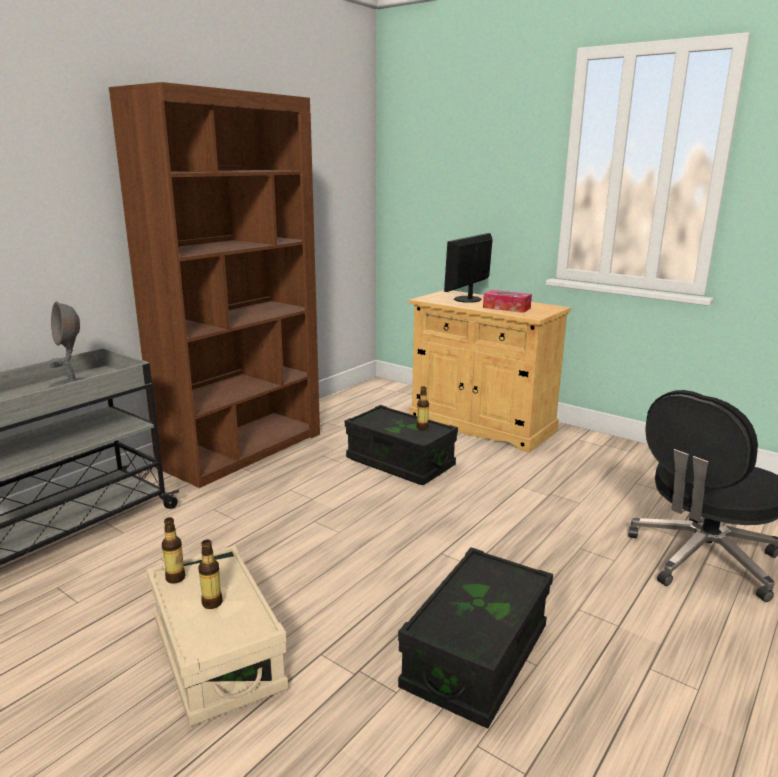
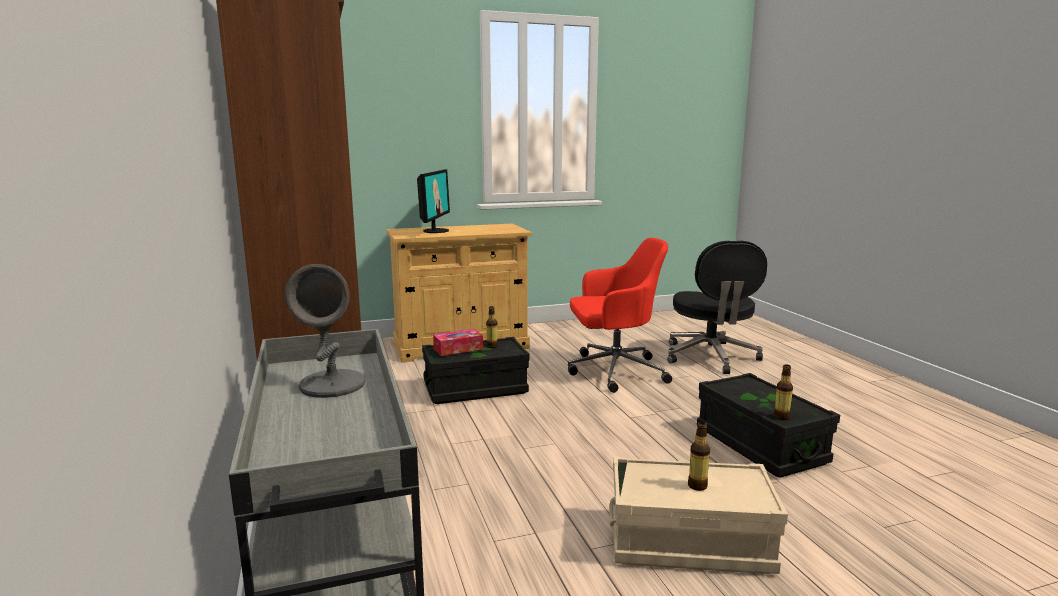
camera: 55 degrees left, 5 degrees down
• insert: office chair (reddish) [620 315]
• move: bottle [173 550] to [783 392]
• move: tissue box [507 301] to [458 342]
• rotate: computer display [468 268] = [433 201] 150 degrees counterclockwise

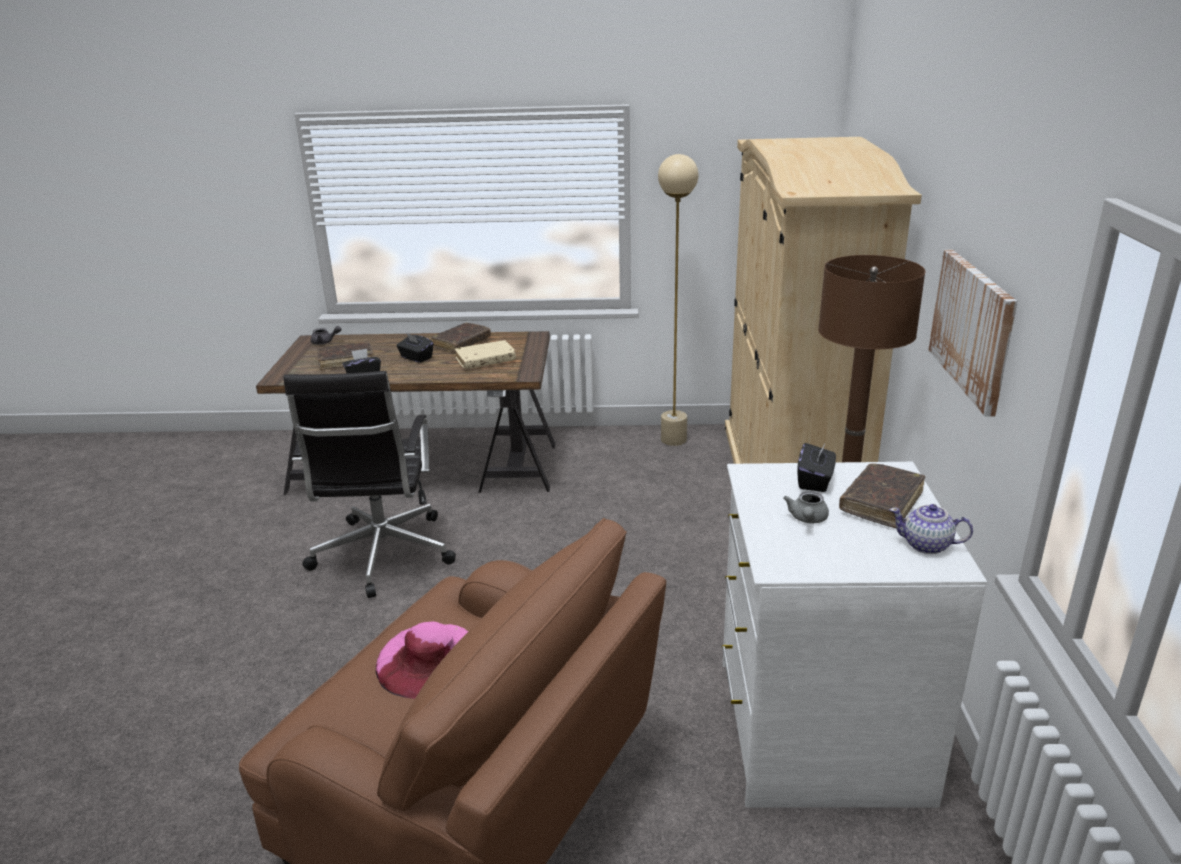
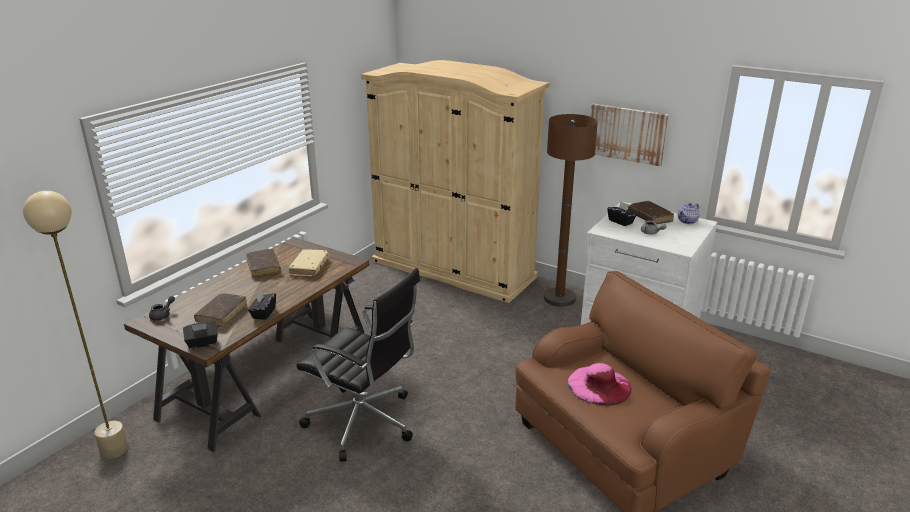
camera: 60 degrees left, 0 degrees up
• move: tissue box (black) [415 348] to [200 335]
• move: floor lamp (beige) [678 300] to [75 325]

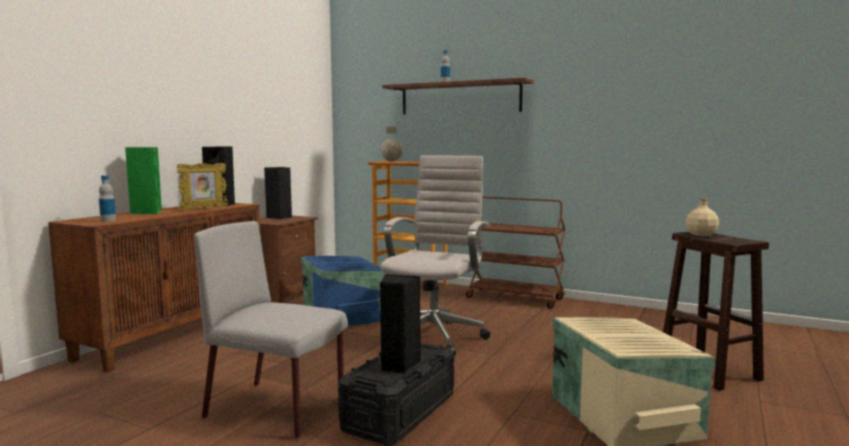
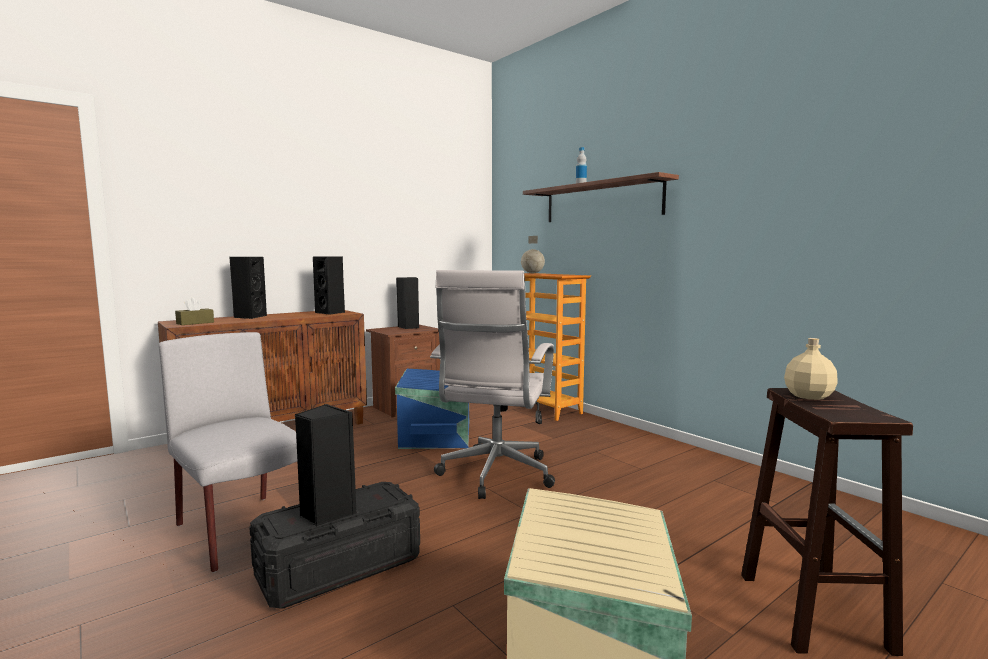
camera: 25 degrees right, 0 degrees up
• delete: standing frame [202 186]
• delete: cart (brown) [516 253]
• replace: bottle [107 198] to tissue box (brown) [194 311]
• recolor: audio speaker (green) [143 180] to audio speaker (black) [248 288]
• rotate: office chair (whitish) [435 255] = [492 384] 150 degrees clockwise

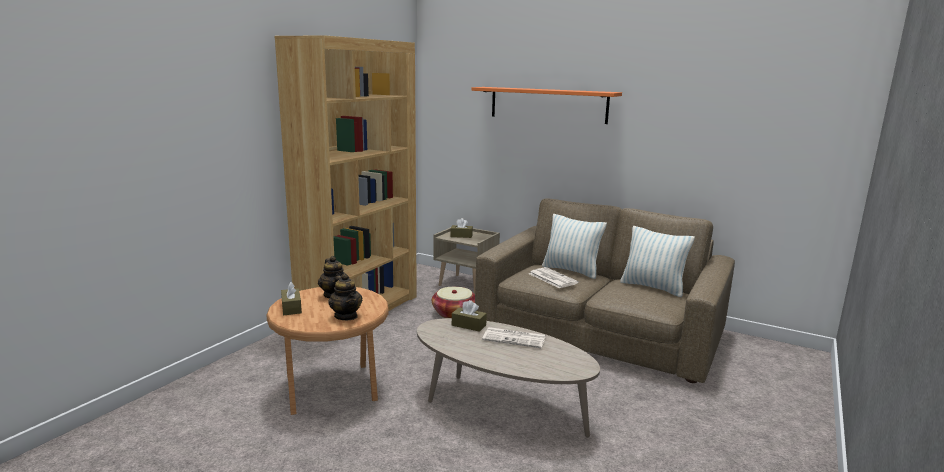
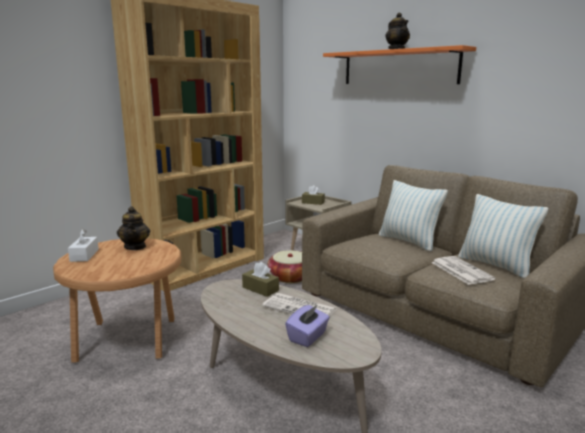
camera: 15 degrees right, 0 degrees up
• insert: tissue box (purplish) [307 325]
• move: tea pot [345 296] to [397 31]
• move: daily paper [554 278] to [463 270]
• recolor: tissue box (brown) [291 298] to tissue box (whitish) [83 245]

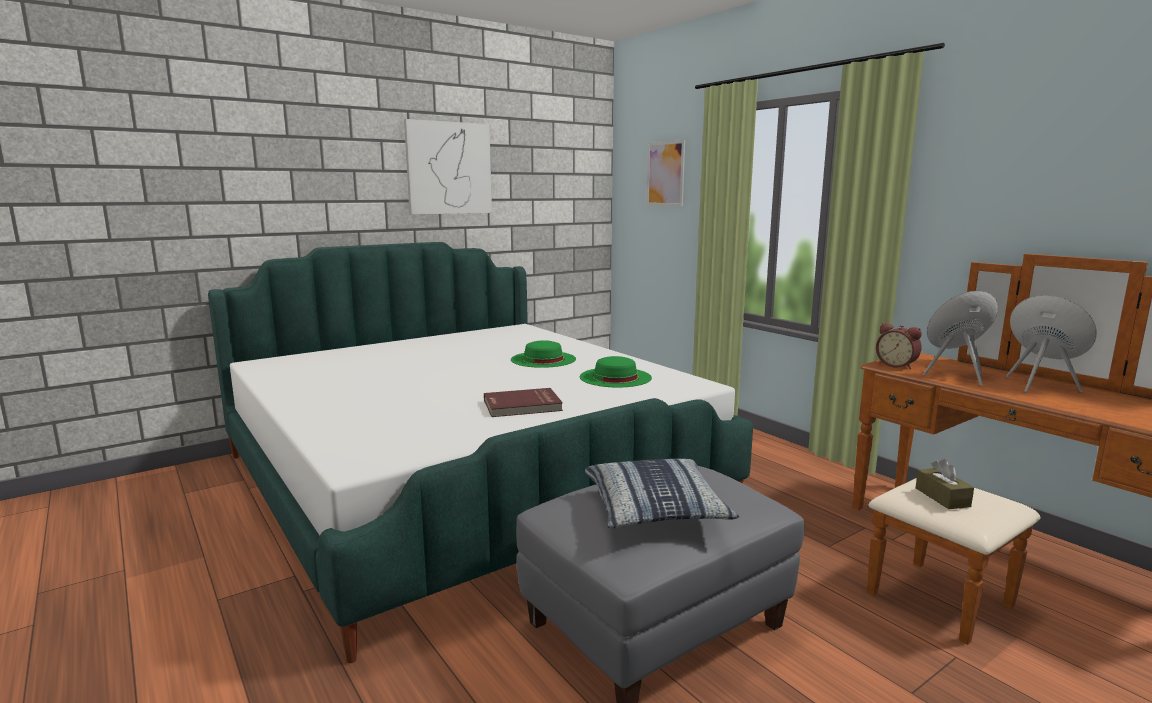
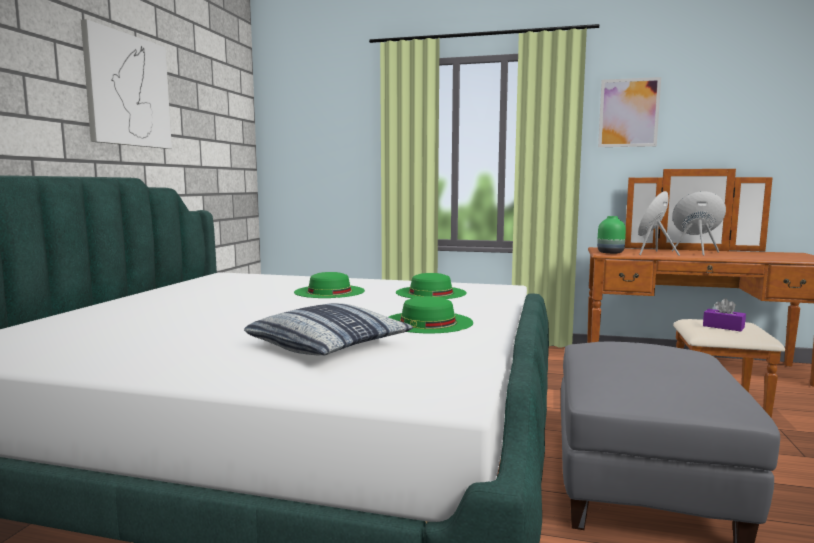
camera: 40 degrees left, 5 degrees down
• move: cushion [662 493] to [328 329]
• move: wall picture [665 173] to [629 112]
• replace: bound book (reddish) [523 402] to wearable hat (green) [431 314]
• replace: bedside clock [899 346] to flower vase (green) [611 235]
• recolor: tissue box (brown) [945 484] to tissue box (purplish) [724 314]

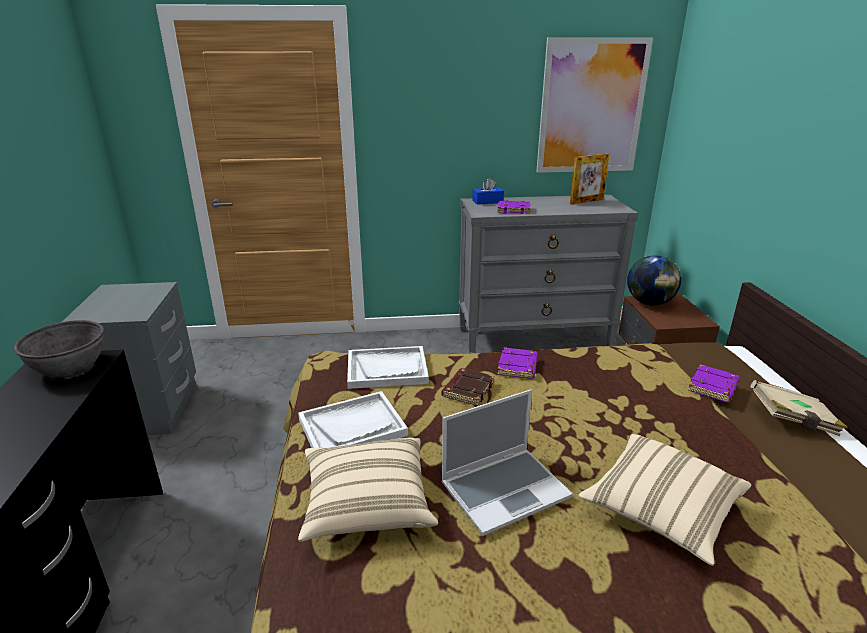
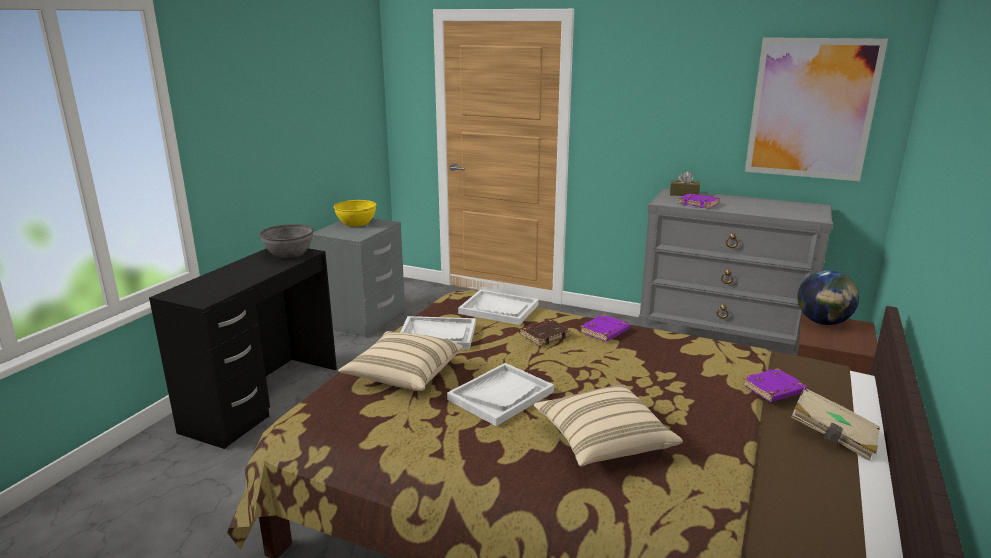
camera: 30 degrees right, 5 degrees down
• delete: standing frame [590 179]
• insert: deep dish (yellow-coloured) [355 213]
• replace: laptop [507 462] to serving tray (whitish) [500 394]
• recolor: tissue box (bluish) [488 191] to tissue box (brown) [685 183]

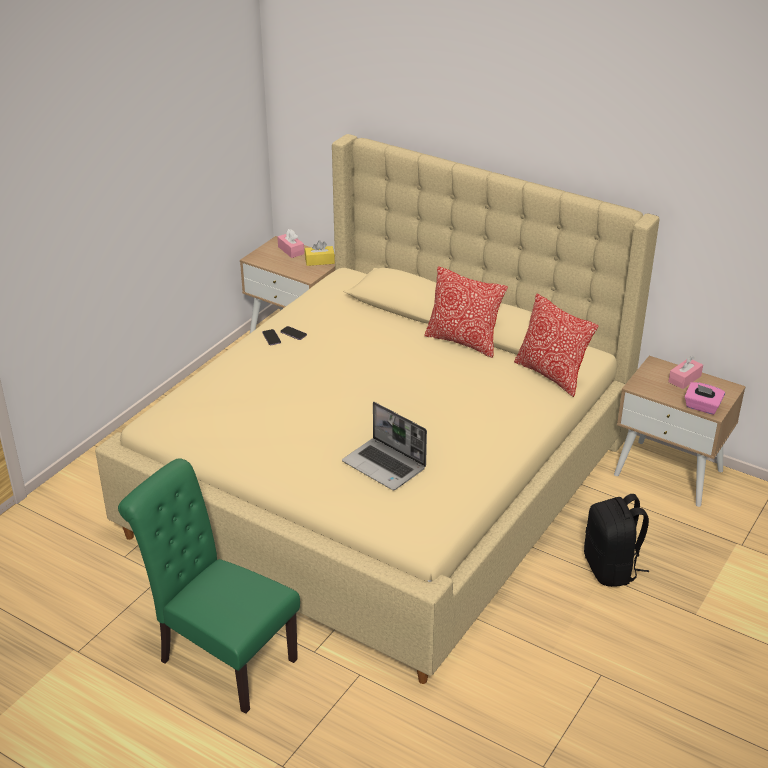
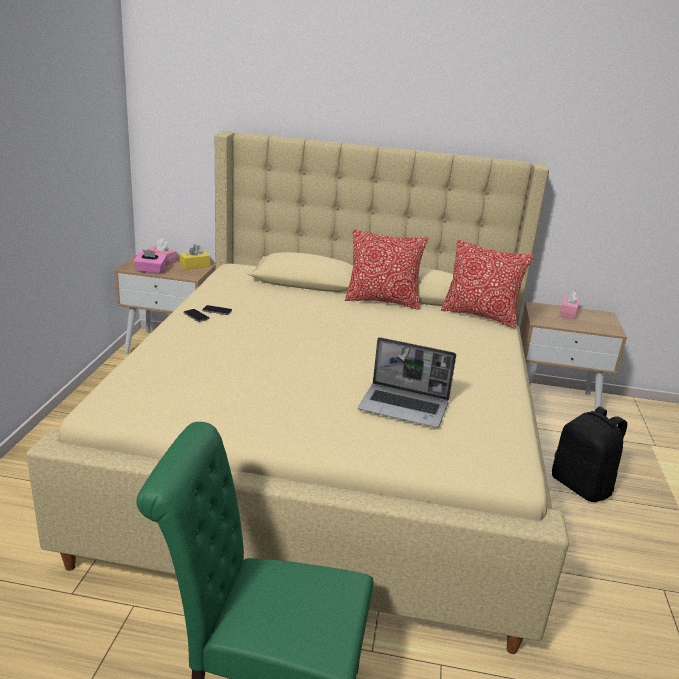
camera: 25 degrees left, 10 degrees down
• move: tissue box (pink) [704 398] to [150 262]

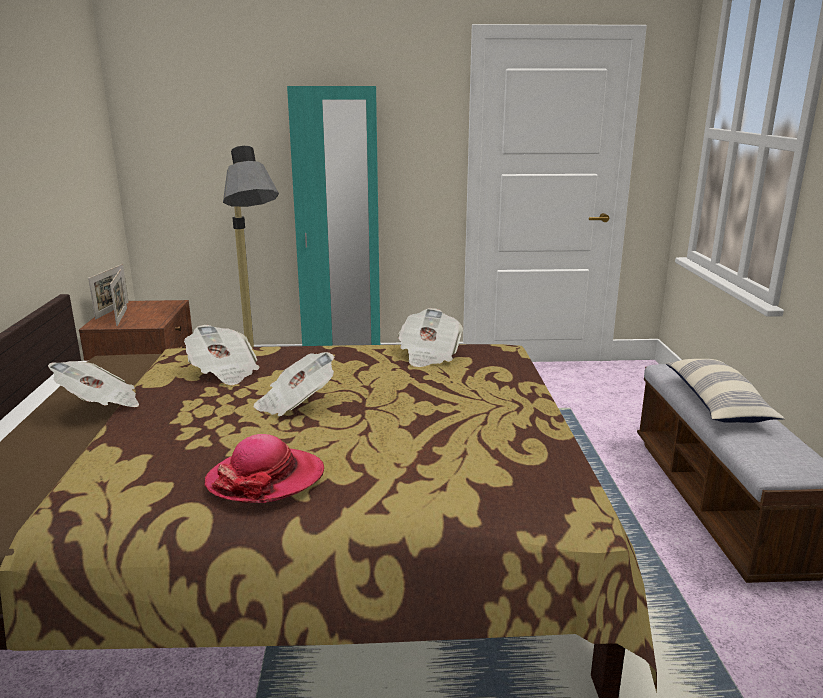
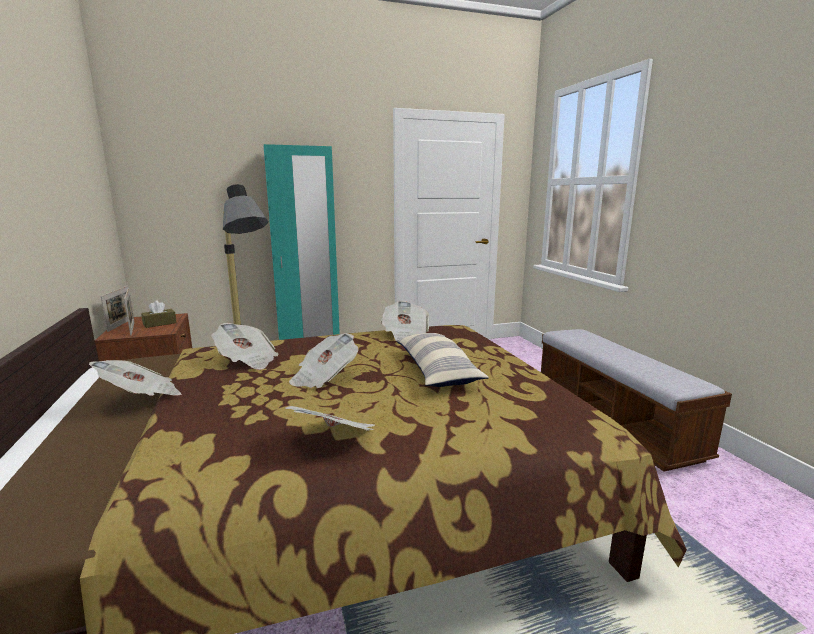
camera: 15 degrees left, 5 degrees down
• insert: tissue box (brown) [159 314]
• move: cushion [725 391] to [442 360]
• replace: wearable hat [264 468] to daily paper [330 418]

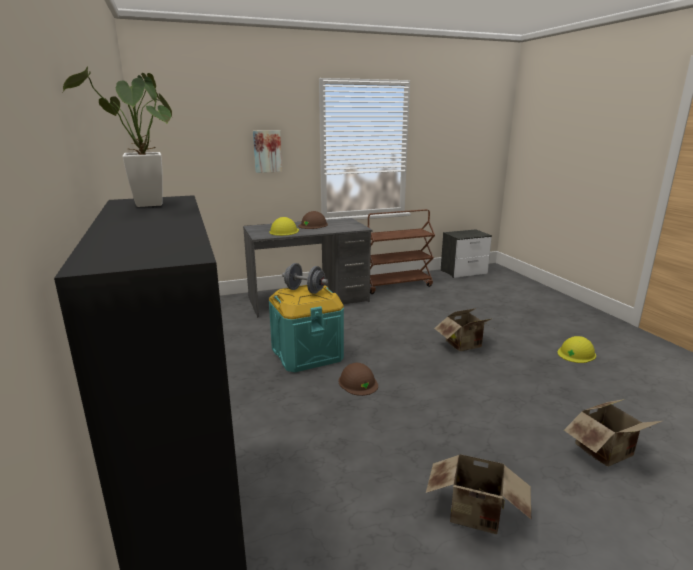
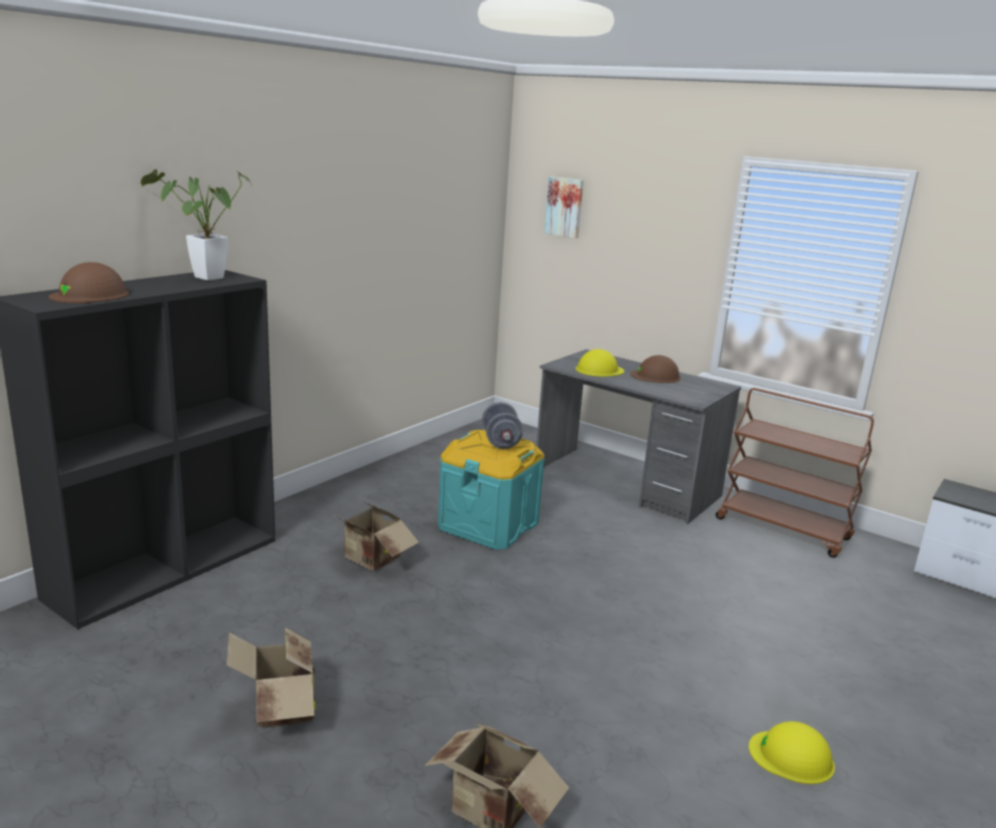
camera: 55 degrees right, 0 degrees up
• move: wall picture [267 151] to [564 207]
• move: hard hat (brown) [358 379] to [89 282]
• move: carton [465 329] to [375 536]

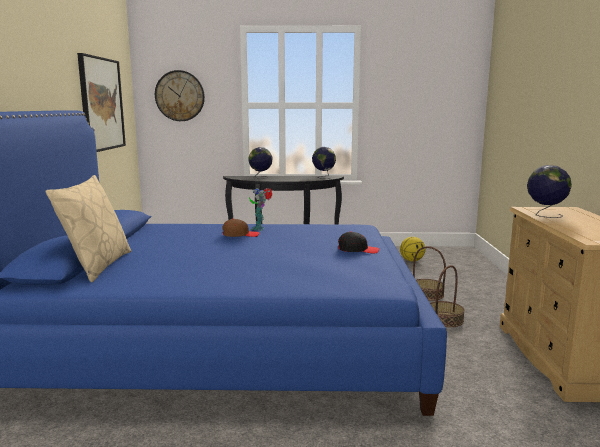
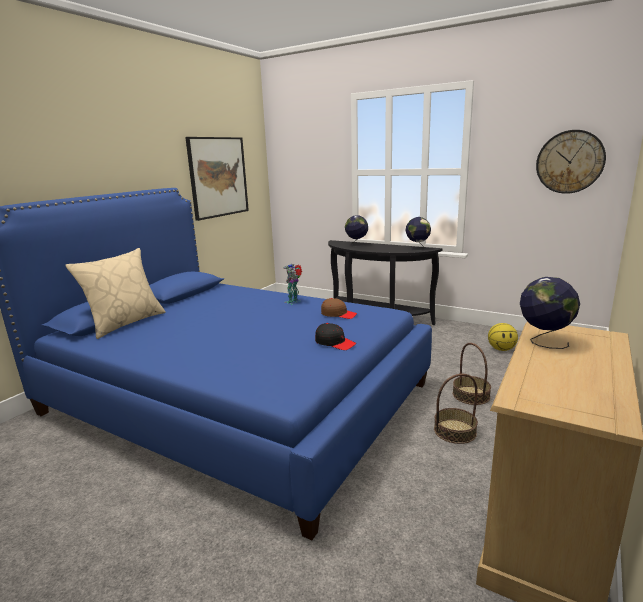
camera: 30 degrees right, 5 degrees up
• move: hanging clock [180 95] to [571 162]
• move: cap (brown) [240 228] to [339 308]

